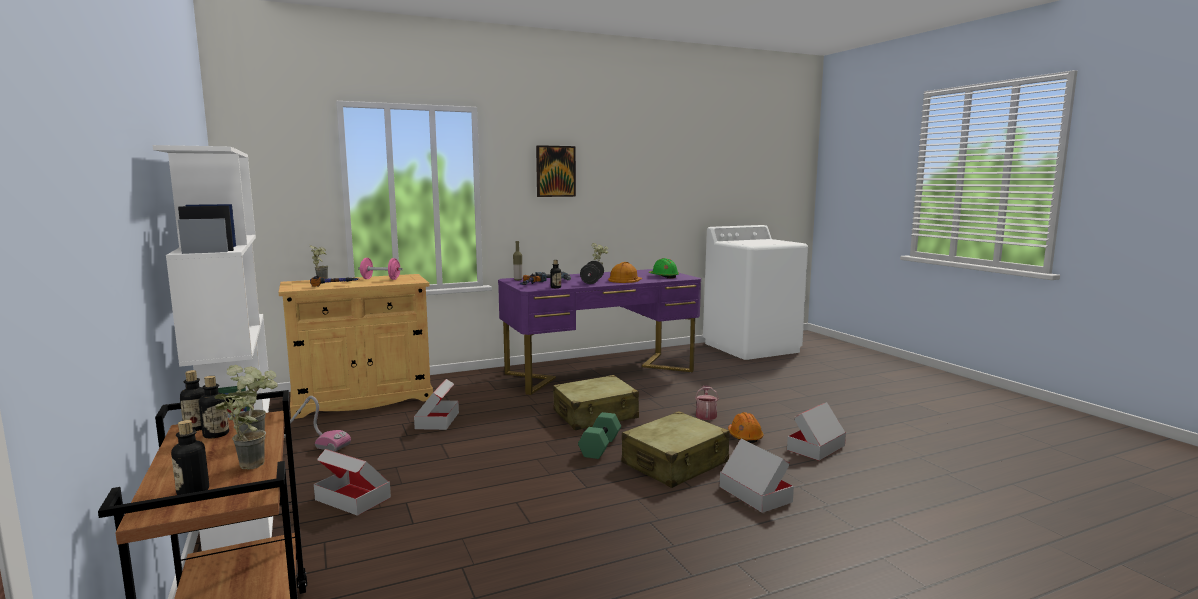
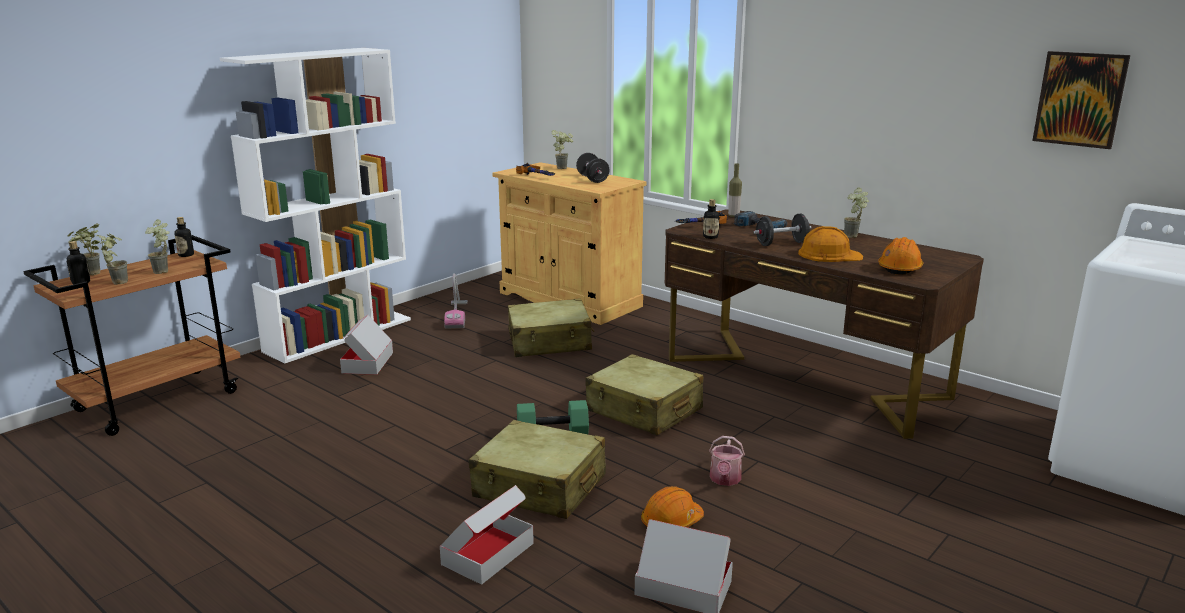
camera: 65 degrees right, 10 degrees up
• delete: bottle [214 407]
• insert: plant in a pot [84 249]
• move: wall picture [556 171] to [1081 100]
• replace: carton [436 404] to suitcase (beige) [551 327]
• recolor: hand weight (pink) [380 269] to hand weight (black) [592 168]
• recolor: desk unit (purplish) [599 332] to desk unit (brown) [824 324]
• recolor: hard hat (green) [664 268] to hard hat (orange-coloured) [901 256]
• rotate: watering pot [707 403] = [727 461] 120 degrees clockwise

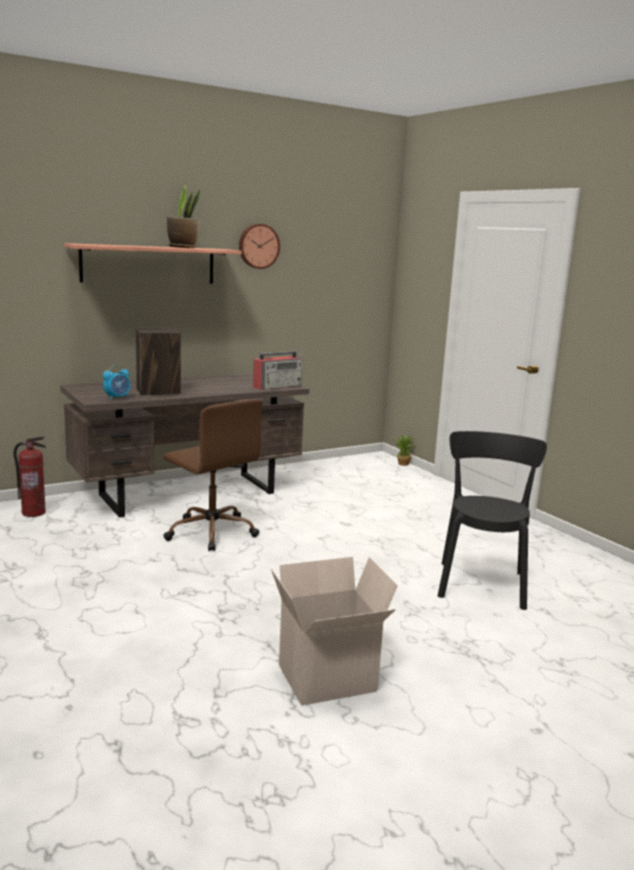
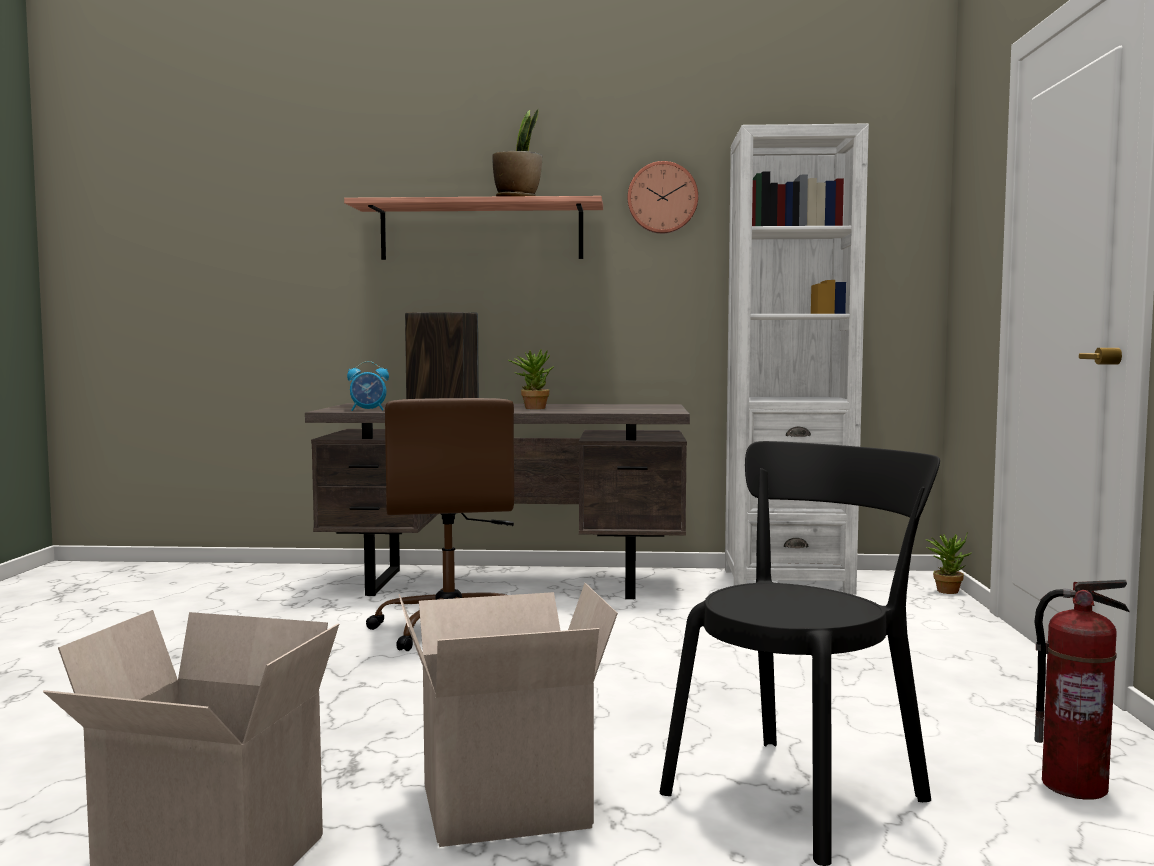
camera: 35 degrees right, 10 degrees down
• delete: radio set [277 370]
• insert: carton [508 715]
• insert: plant in a pot [531 379]
• insert: bookcase (whitish) [797 359]
• move: fire-fighting cylinder [30 477] to [1082 690]

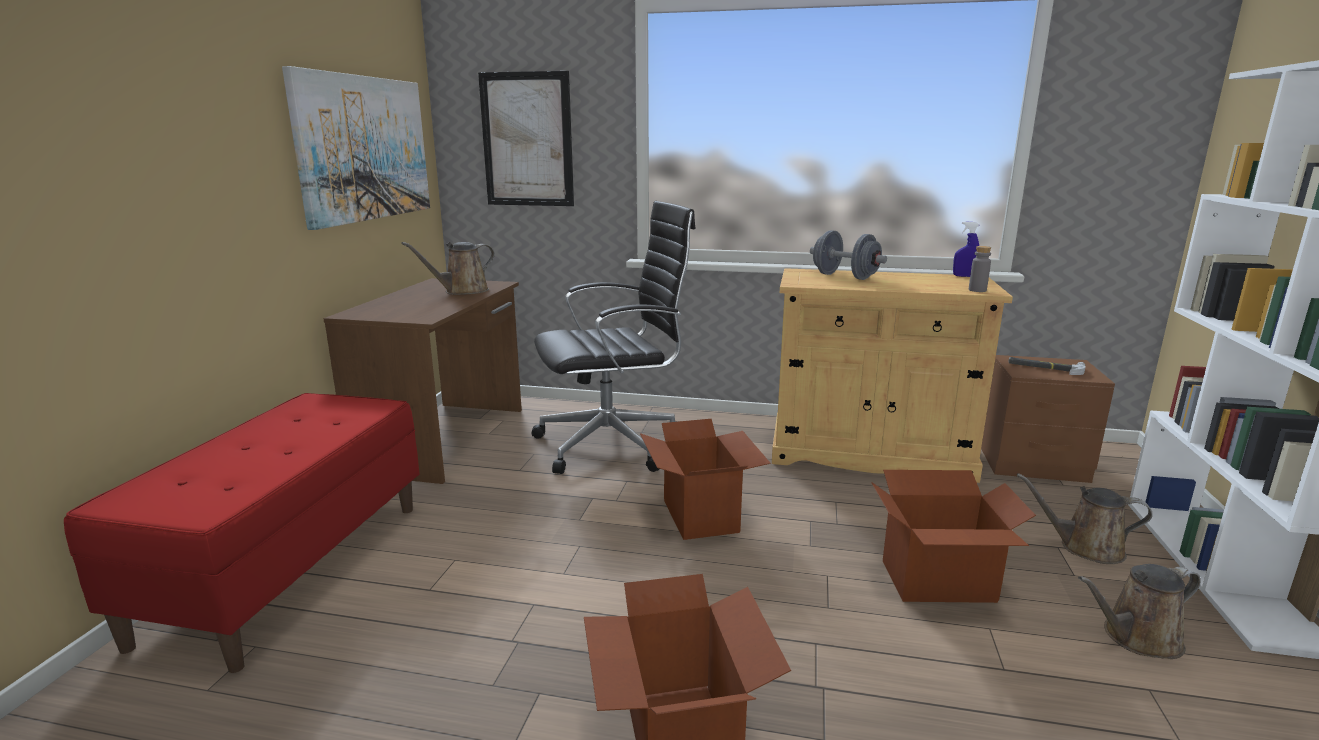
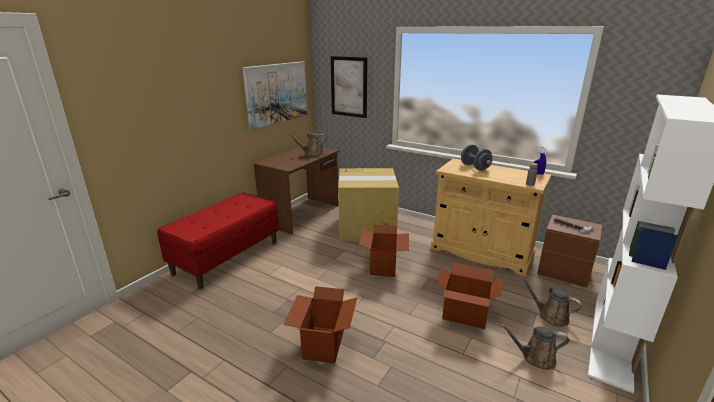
camera: 20 degrees right, 5 degrees up
• replace: office chair (black) [613 337] to carton [368 204]

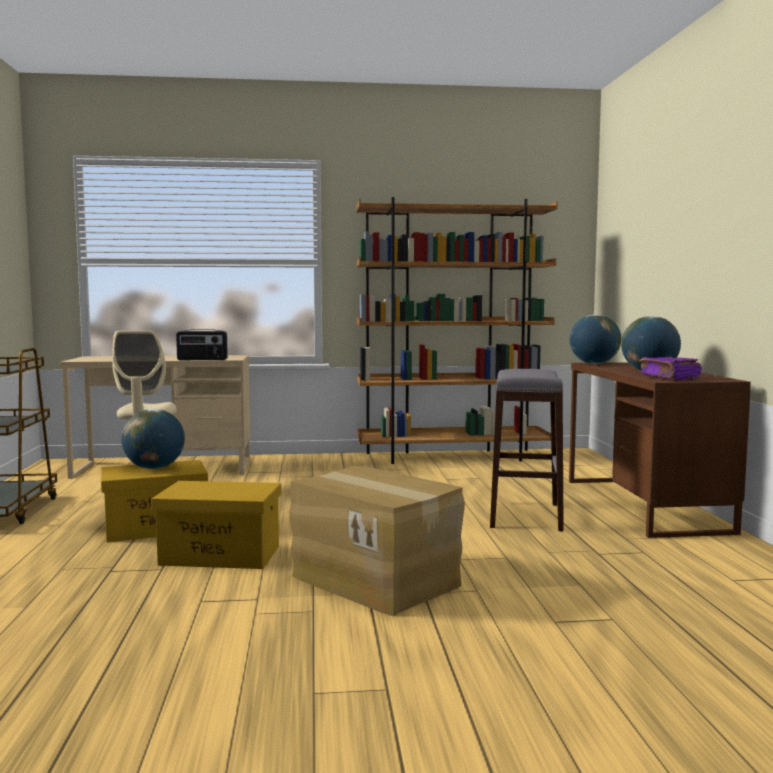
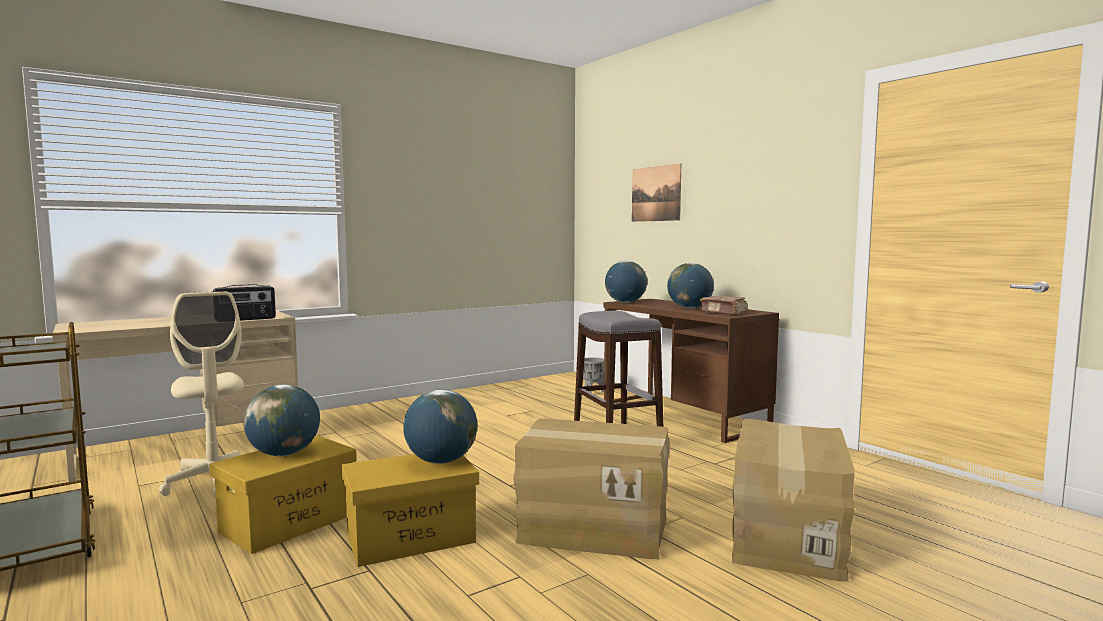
camera: 30 degrees left, 0 degrees up
• delete: bookcase (brown) [457 330]
• insert: desk globe [440 426]
• insert: plant pot (grey) [593 375]
• insert: wall picture [656 193]
• insert: carton [793 500]
• recolor: bound book (purplish) [670 369] to bound book (brown) [723 306]

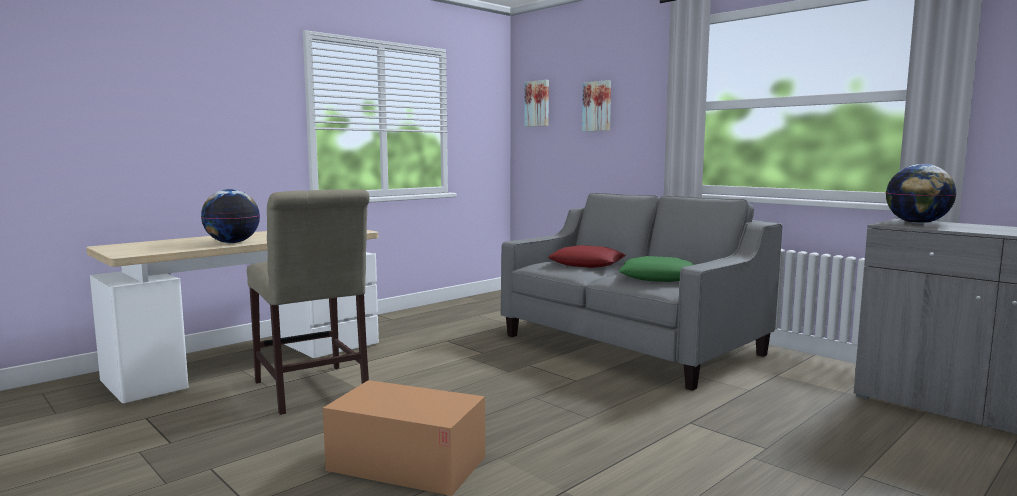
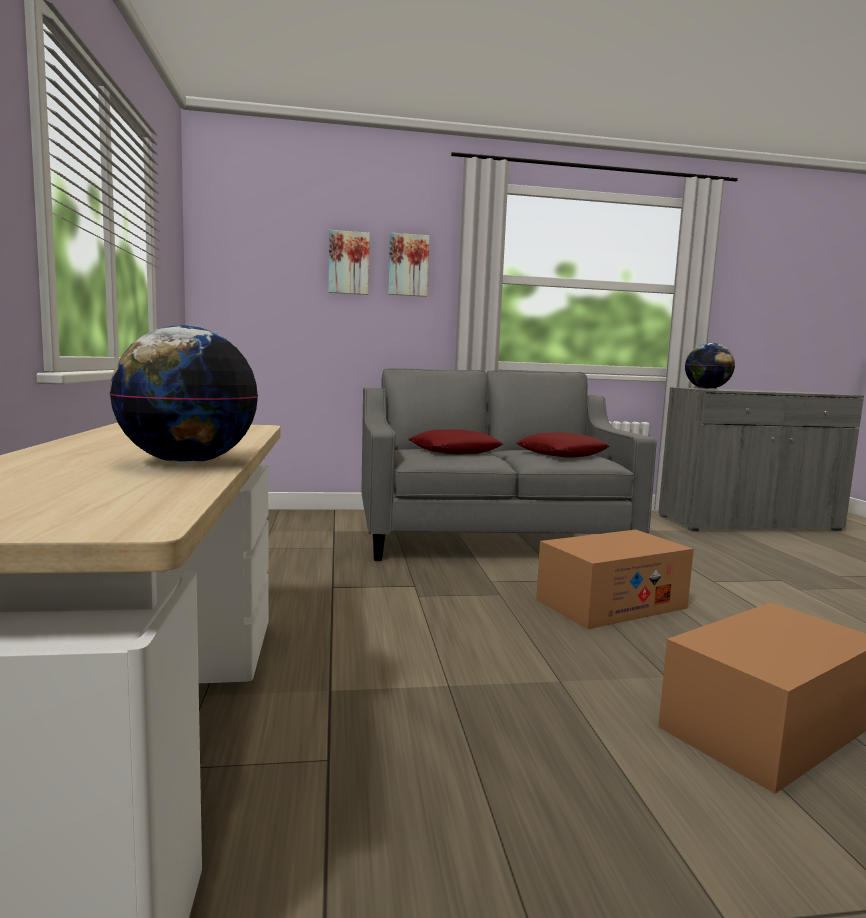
camera: 55 degrees left, 0 degrees up
• delete: chair (beige) [308 302]
• insert: carton [615 579]
• move: wall picture [536 103] to [408 265]
• recolor: cushion (green) [657 269] to cushion (reddish) [563 445]

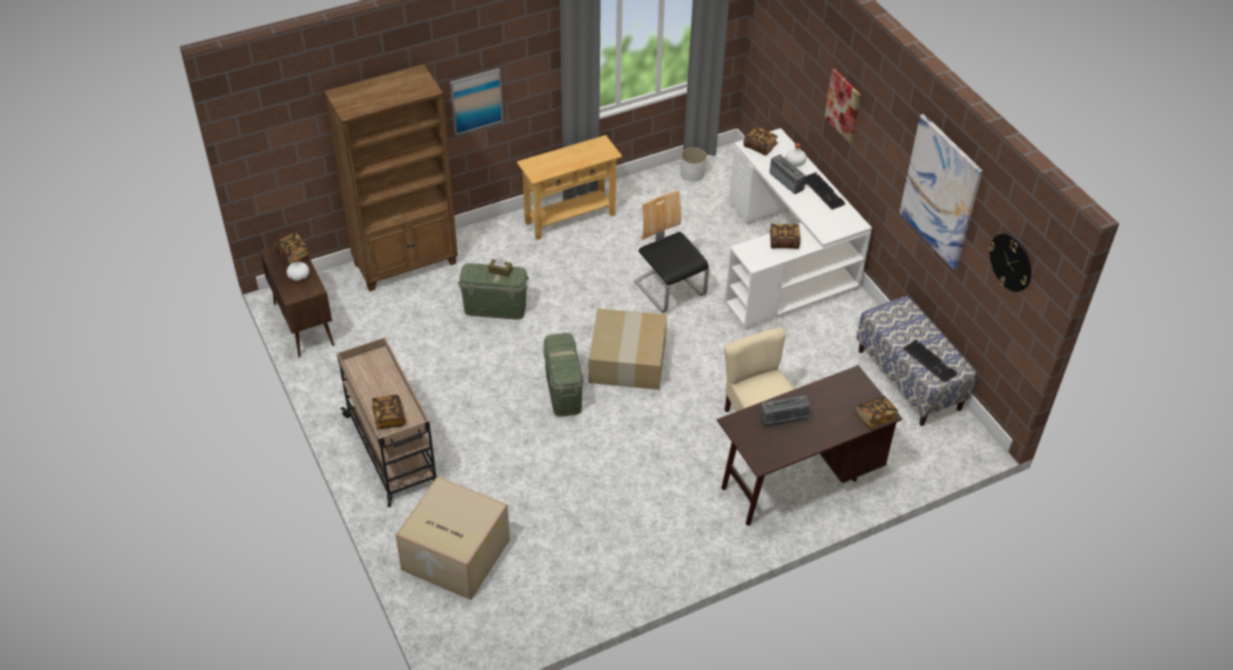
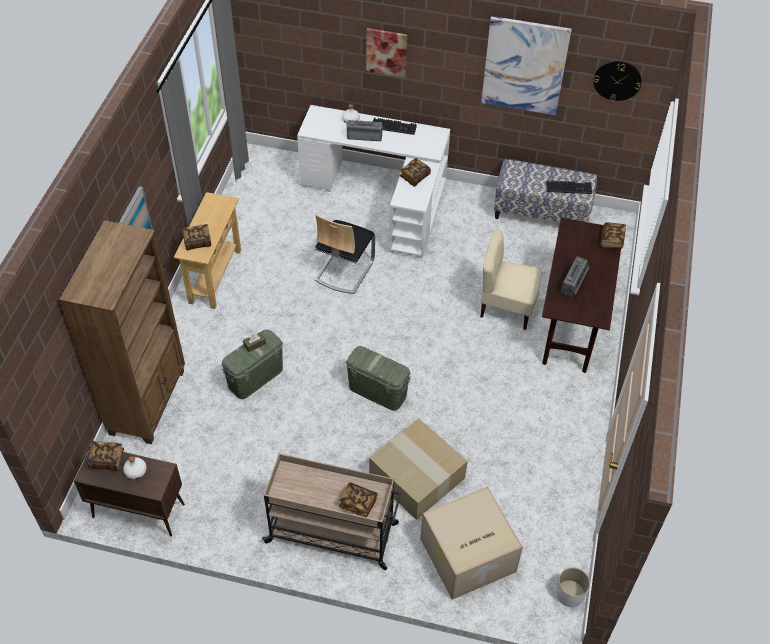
camera: 50 degrees left, 5 degrees up
• move: carton [628 349] to [418 469]
• move: plant pot (whitish) [693 165] to [573 587]
• move: bound book [760 141] to [196 237]
• rotate: chair [671 251] = [344 254] 75 degrees counterclockwise

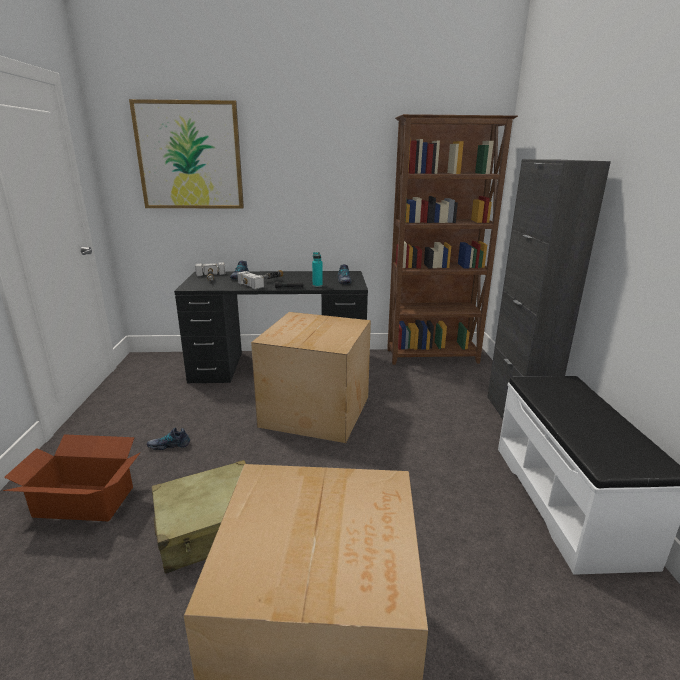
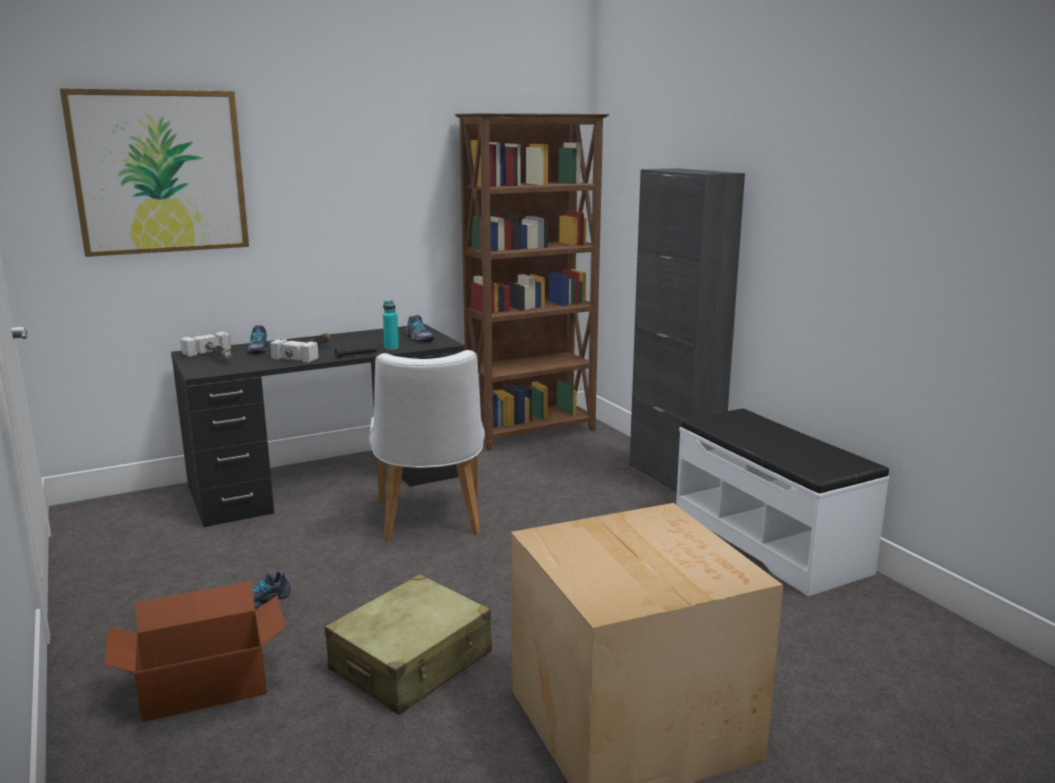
camera: 25 degrees left, 5 degrees down
• replace: carton [311 377] to chair (whitish) [427 445]

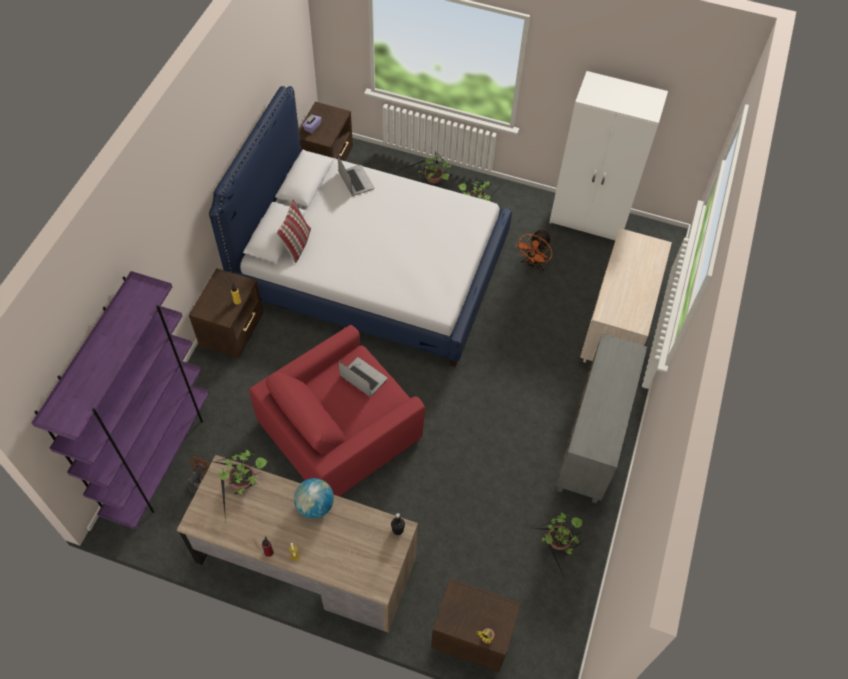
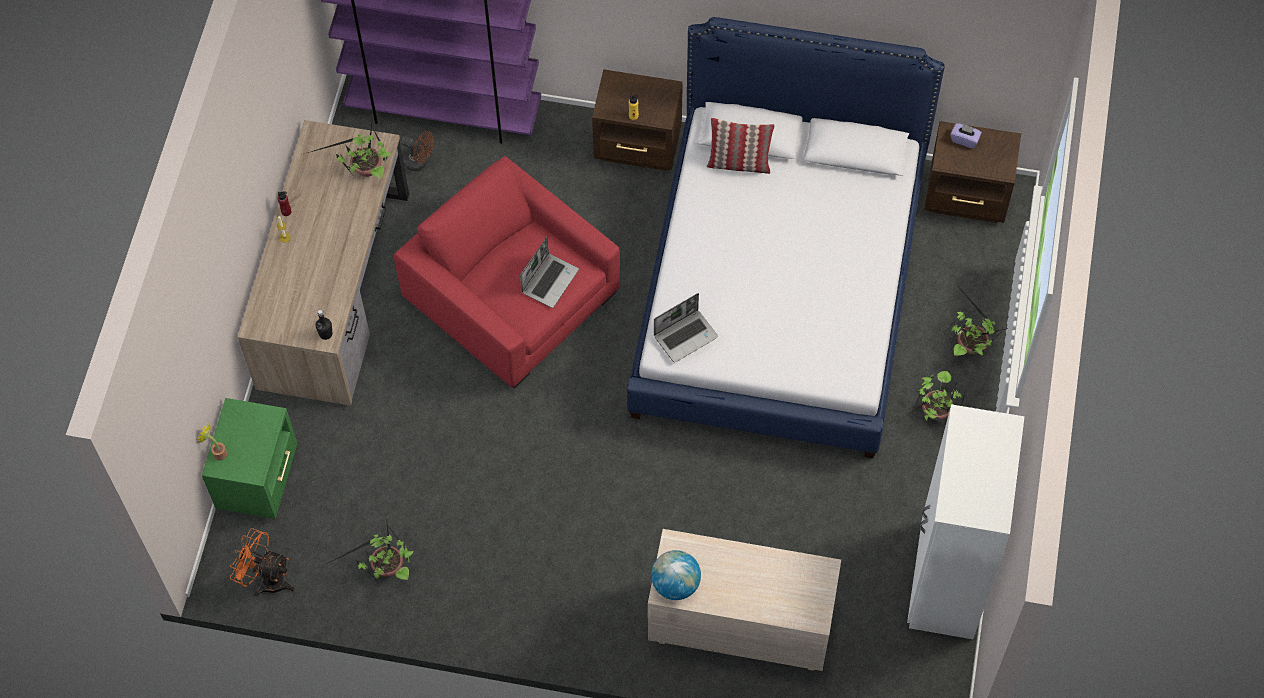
camera: 85 degrees right, 5 degrees up
• delete: cupboard (grey) [601 418]
• move: desk globe [314 498] to [676 575]
• move: laptop [356 176] to [686 328]
• move: electric fan (orange-coloured) [534 251] to [262 562]
• recolor: bedside table (brown) [476 625] to bedside table (green) [249 458]

